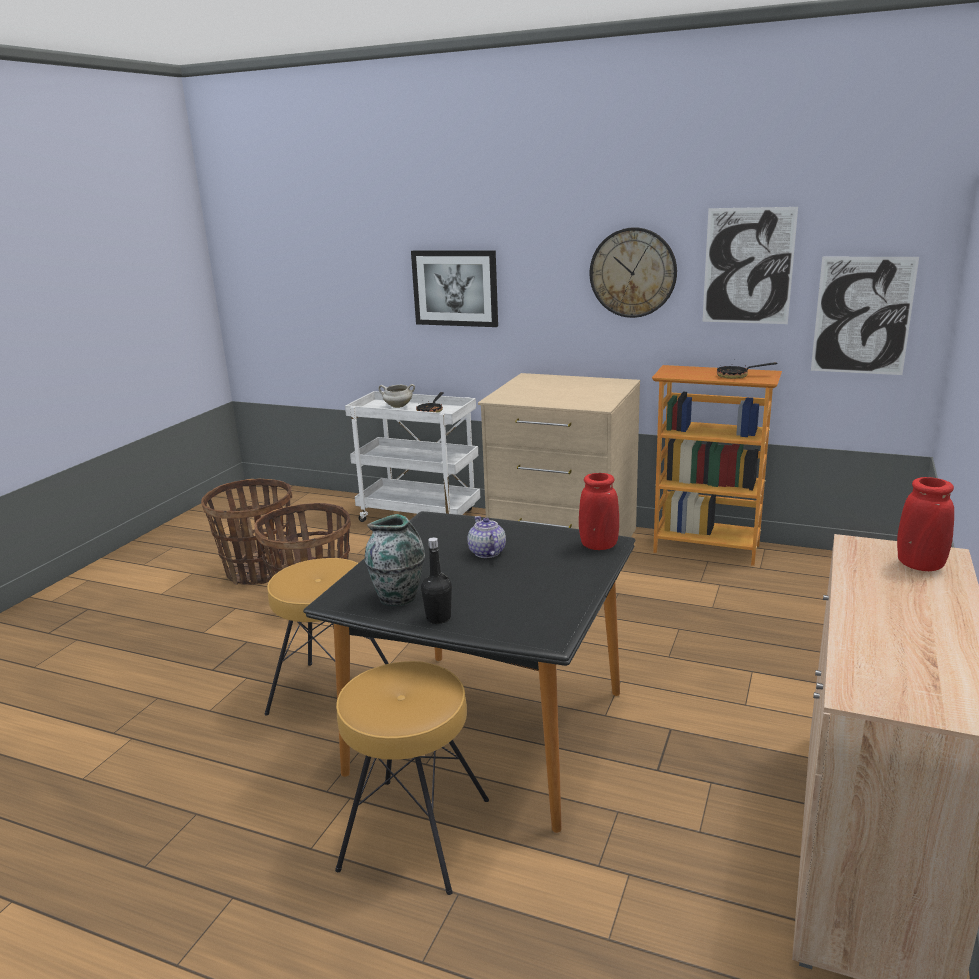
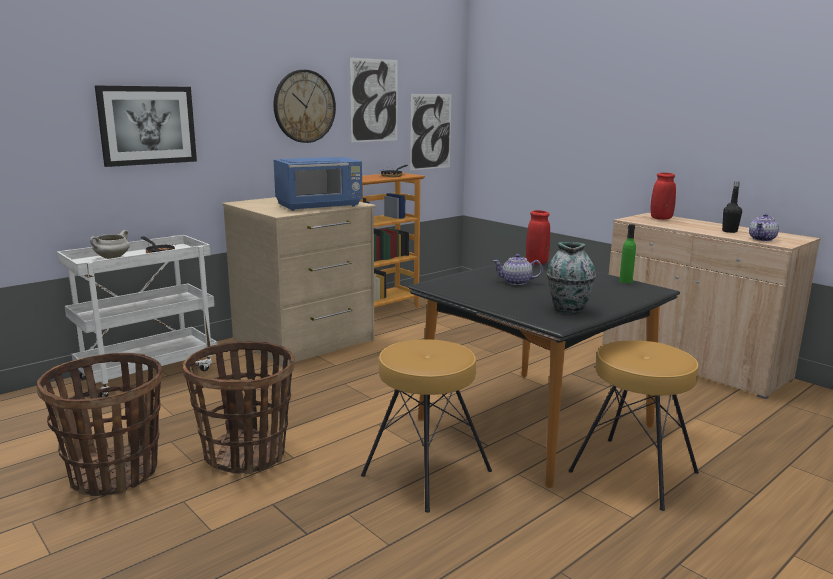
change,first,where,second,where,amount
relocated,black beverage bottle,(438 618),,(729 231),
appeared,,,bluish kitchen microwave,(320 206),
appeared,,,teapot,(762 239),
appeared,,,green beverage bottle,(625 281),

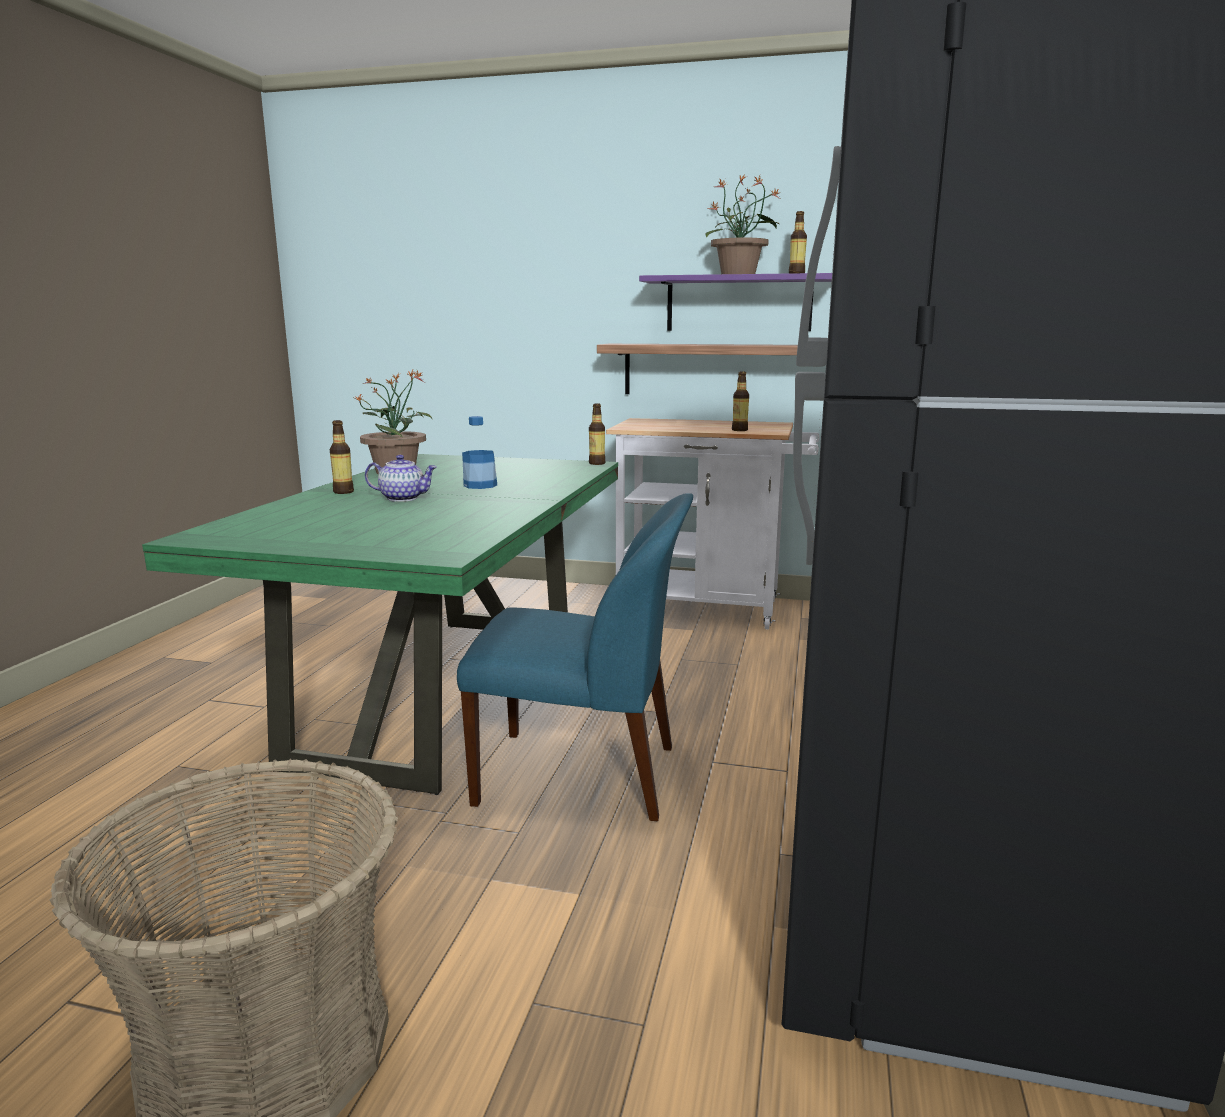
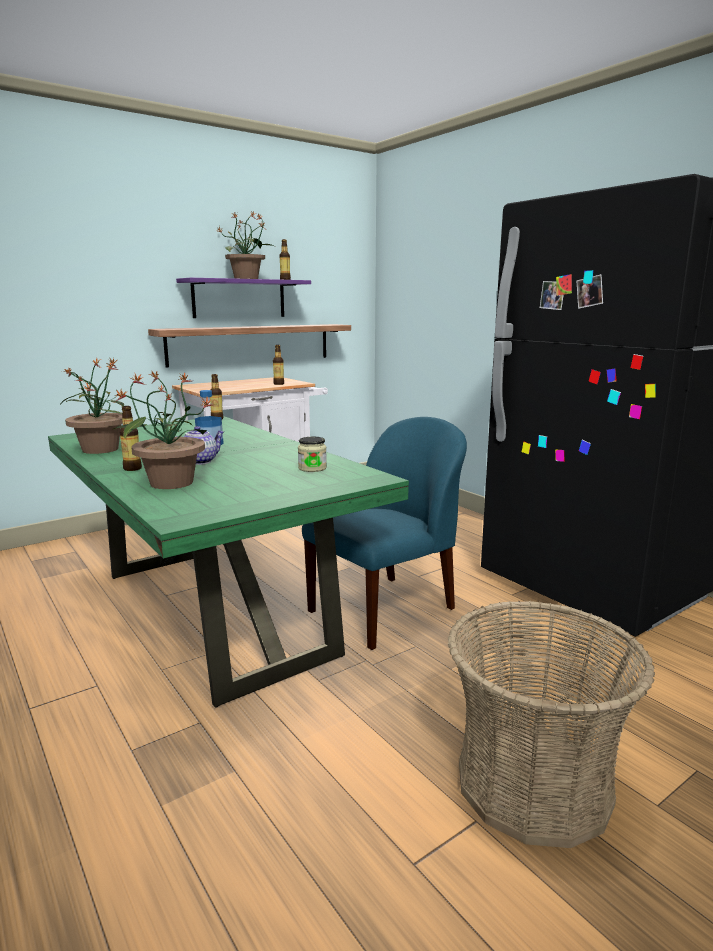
change,first,where,second,where,amount
appeared,,,plant in a pot,(170 483),
appeared,,,storage jar,(312 468),

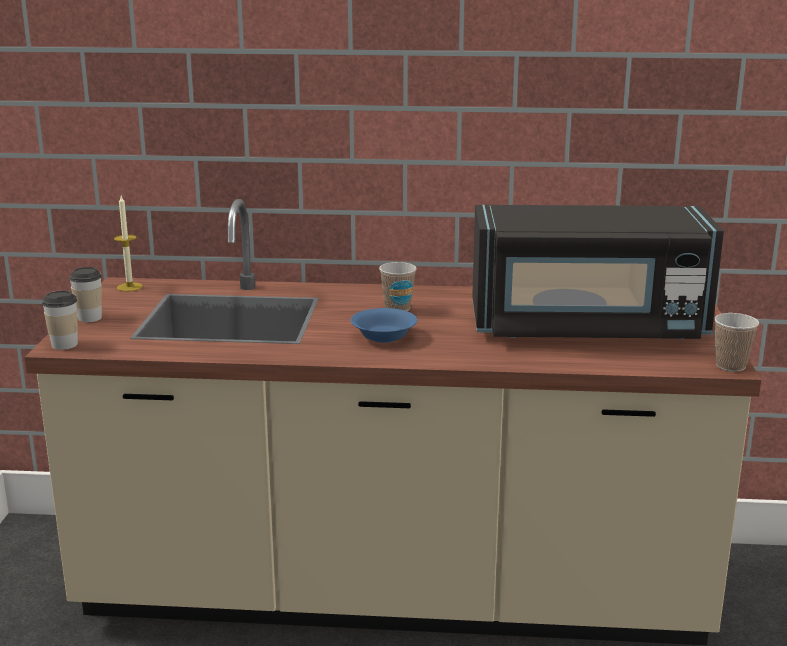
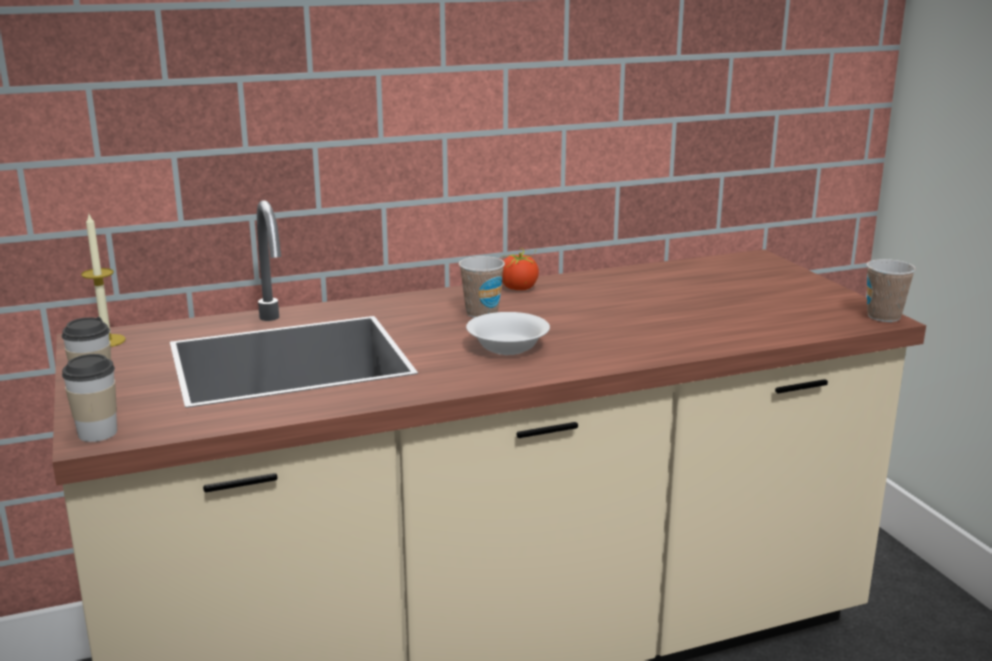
change,first,where,second,where,amount
missing,black kitchen microwave,(587 328),,,
colour,bluish deep dish,(383 337),white deep dish,(507 348),
appeared,,,fresh tomato,(519 288),

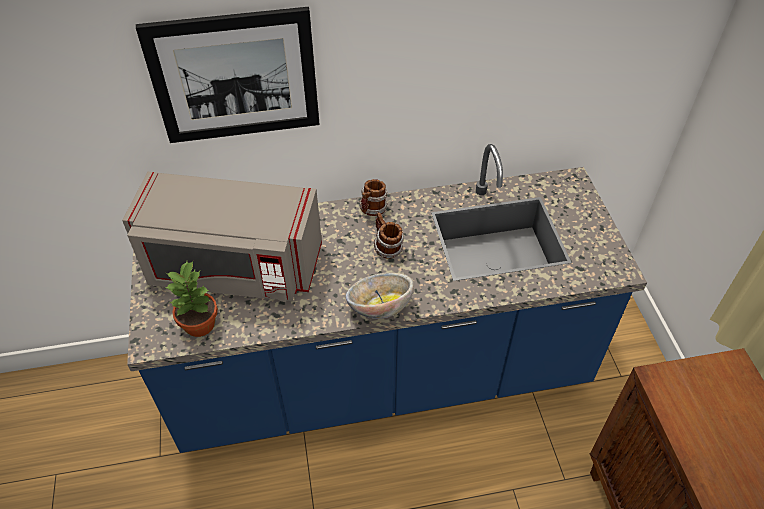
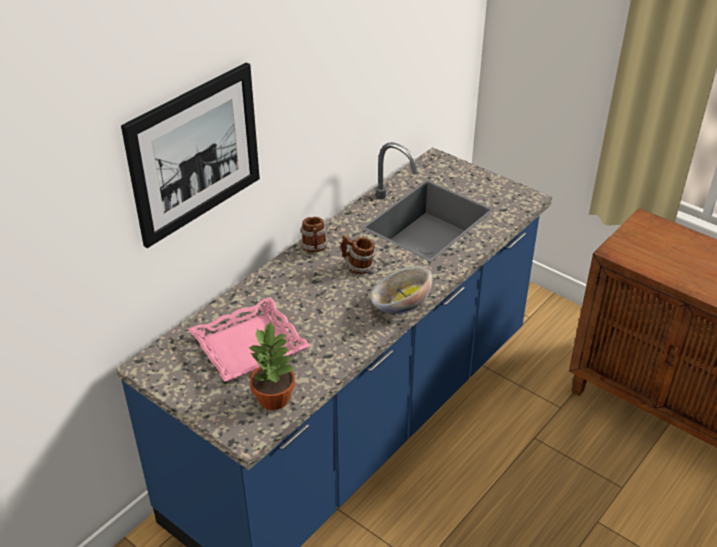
change,first,where,second,where,amount
exchanged,greyish kitchen microwave,(233 267),pink-coloured tray,(249 345),

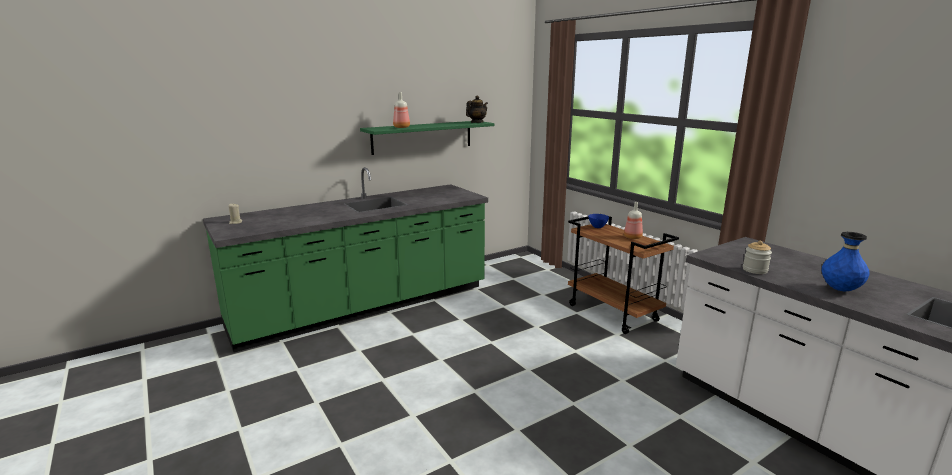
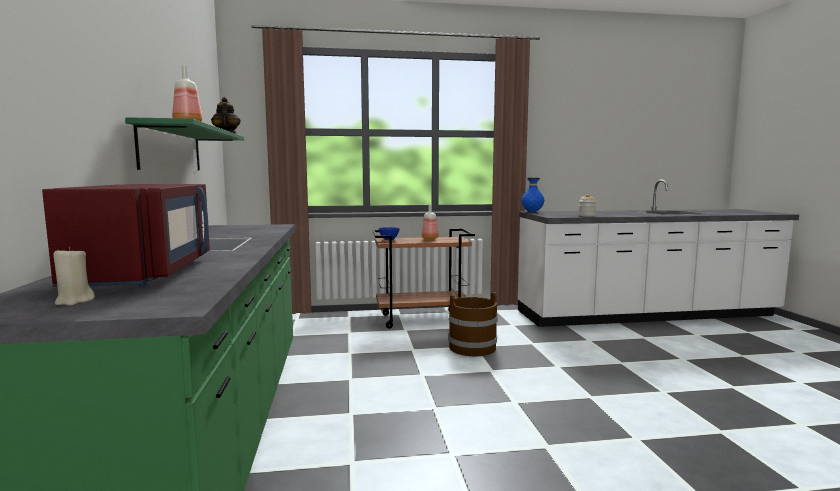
change,first,where,second,where,amount
relocated,bluish decorative vase,(840 290),,(532 212),
appeared,,,red-coloured kitchen microwave,(148 273),
appeared,,,brown-coloured pail,(472 347),

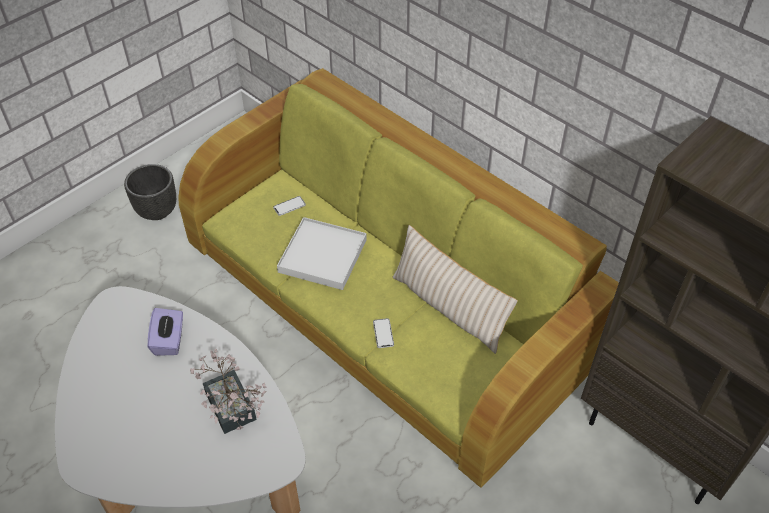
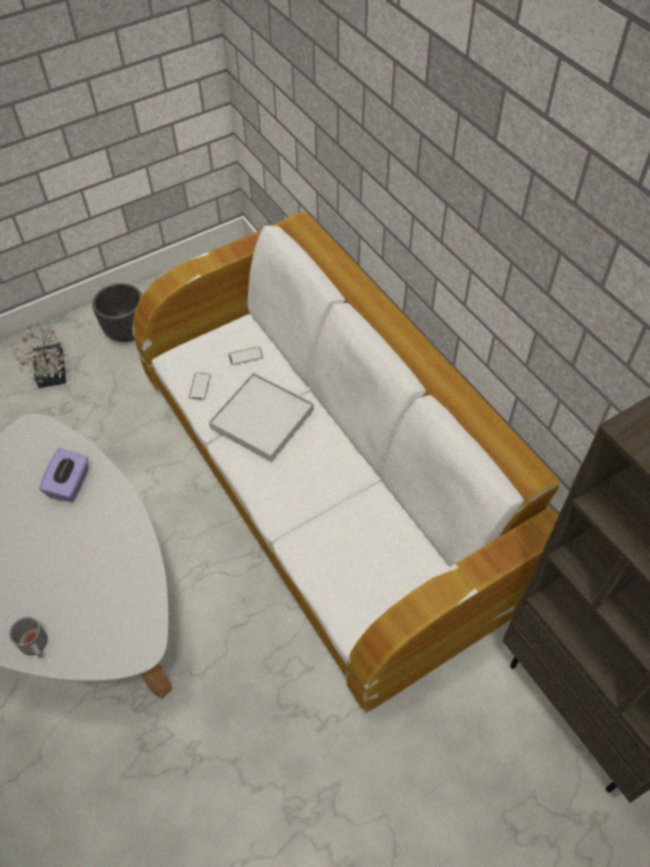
change,first,where,second,where,amount
colour,green couch,(385 306),white couch,(326 482),
missing,beige pillow,(449 308),,,
relocated,phone,(383 333),,(200 386),
relocated,plant in a pot,(232 412),,(51 375),
appeared,,,greyish tea mug,(36 646),

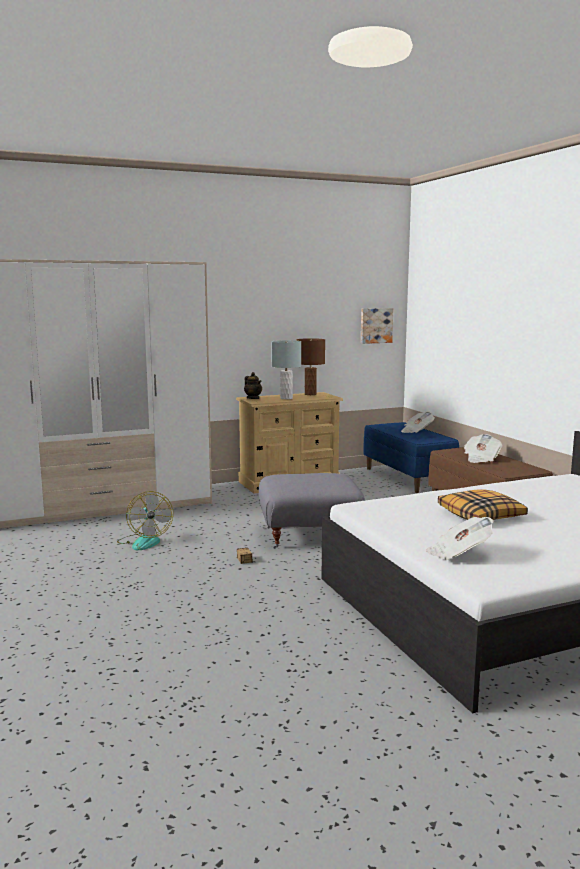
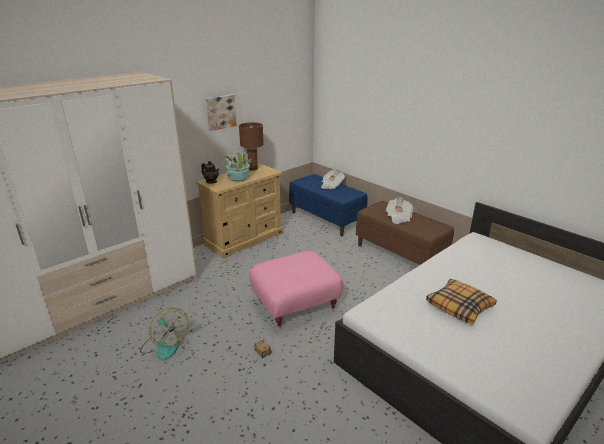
change,first,where,second,where,amount
relocated,picture,(375 325),,(220 112),
exchanged,greyish lamp for a table,(286 398),plant in a pot,(238 178),
colour,greyish pouffe,(310 535),pink-coloured pouffe,(295 306),
missing,newspaper,(458 554),,,

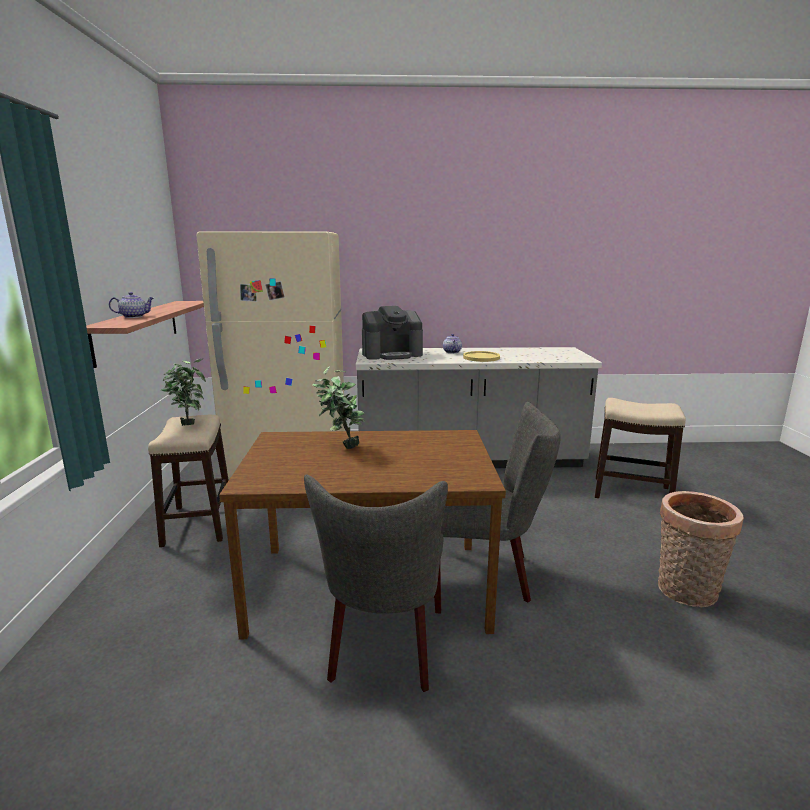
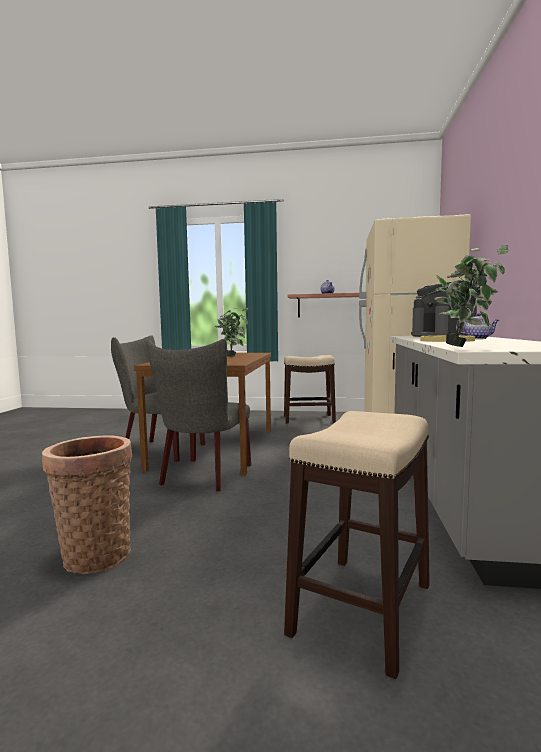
change,first,where,second,where,amount
relocated,plant in a pot,(188 423),,(467 346),

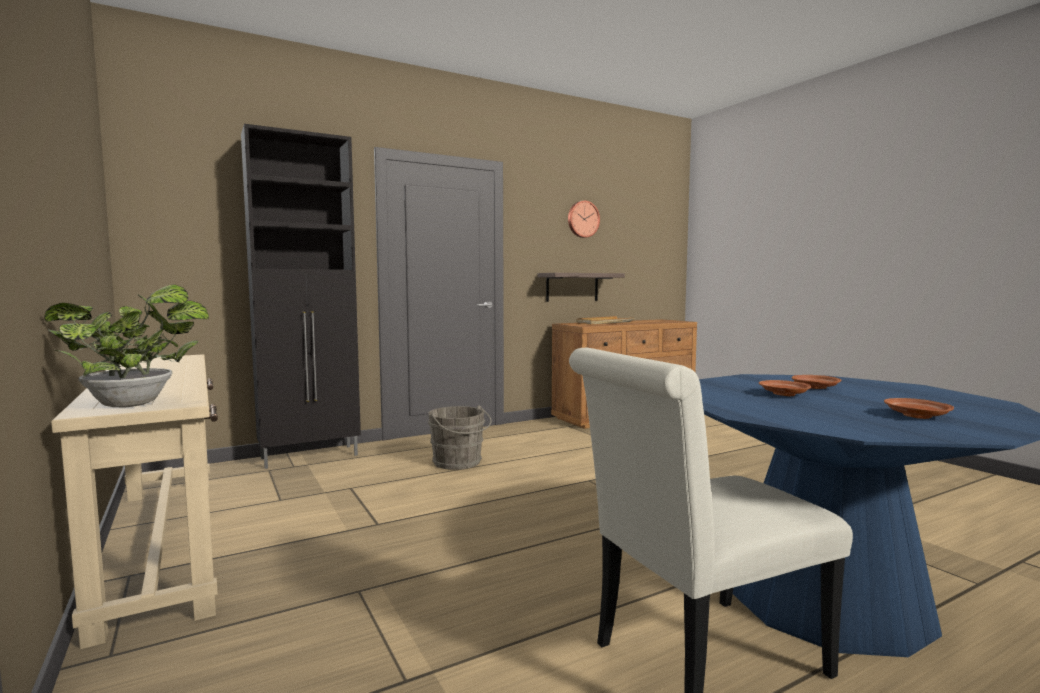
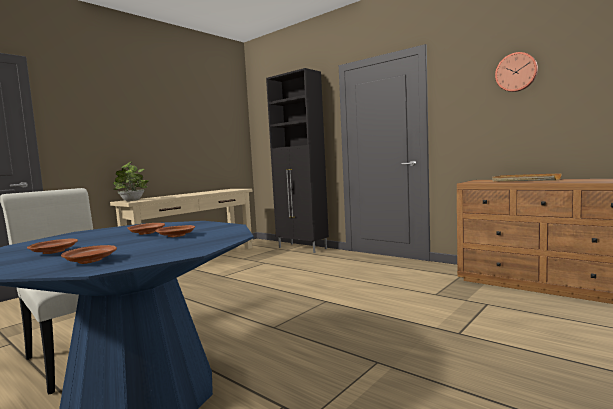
change,first,where,second,where,amount
missing,bracket shelf,(572 287),,,
missing,greyish pail,(458 463),,,
appeared,,,brown-coloured dinner plate,(90 261),

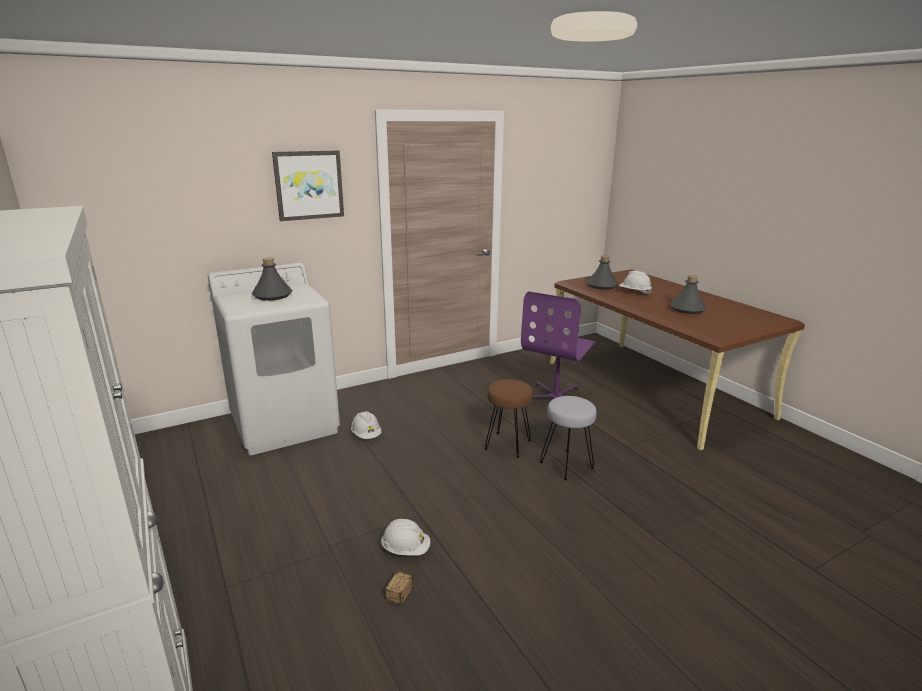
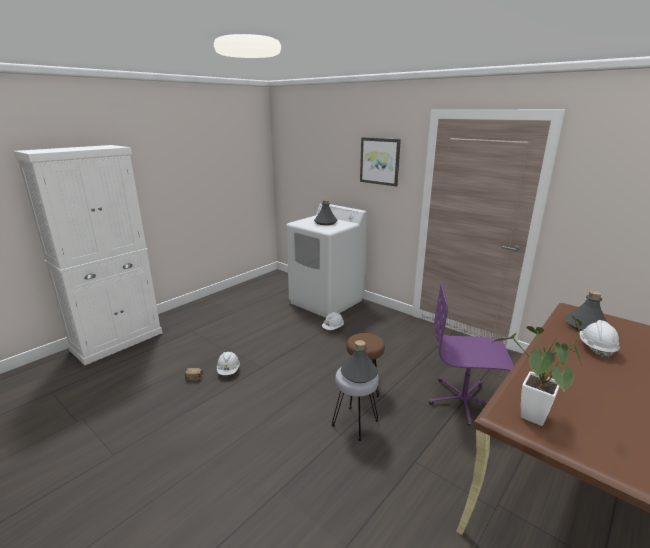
change,first,where,second,where,amount
relocated,greyish beverage bottle,(687 309),,(358 374),
appeared,,,plant in a pot,(531 420),

